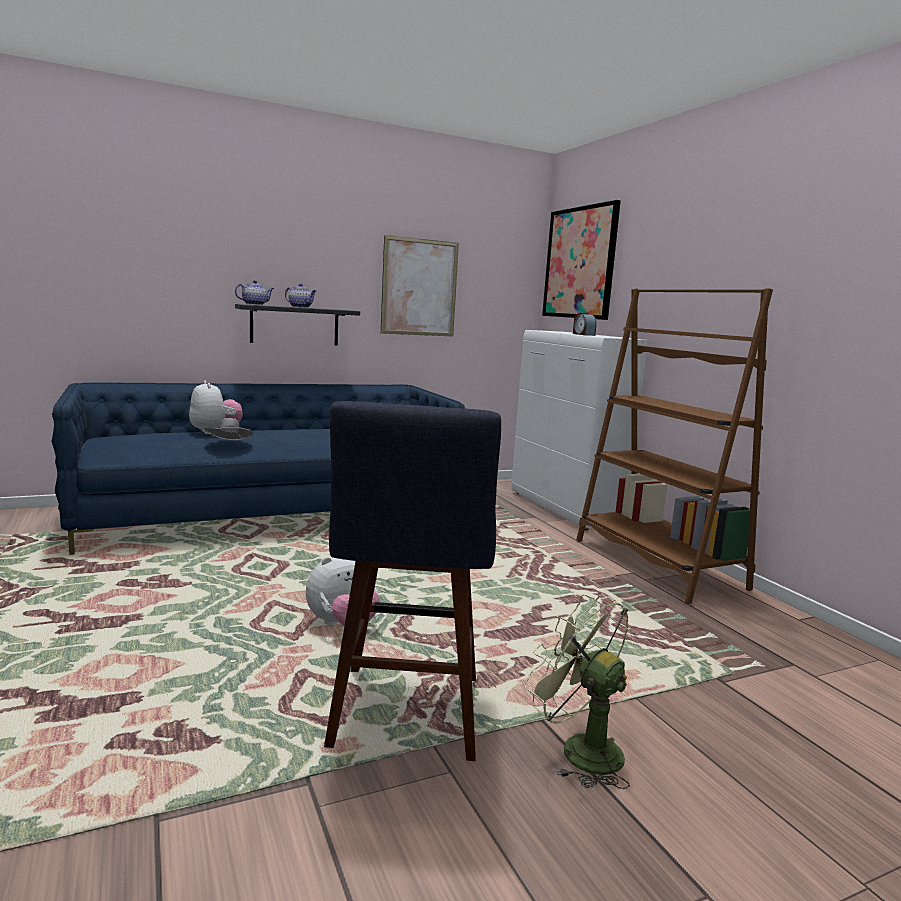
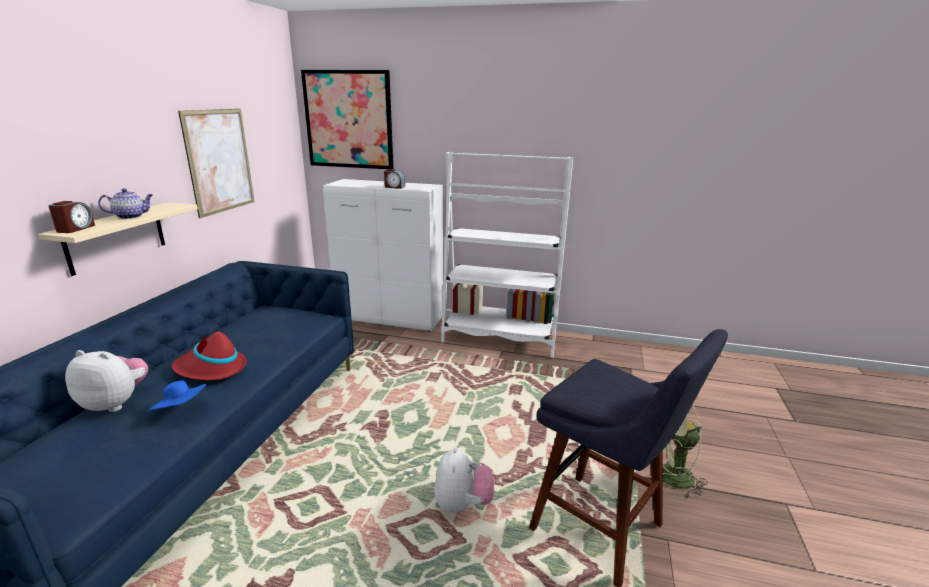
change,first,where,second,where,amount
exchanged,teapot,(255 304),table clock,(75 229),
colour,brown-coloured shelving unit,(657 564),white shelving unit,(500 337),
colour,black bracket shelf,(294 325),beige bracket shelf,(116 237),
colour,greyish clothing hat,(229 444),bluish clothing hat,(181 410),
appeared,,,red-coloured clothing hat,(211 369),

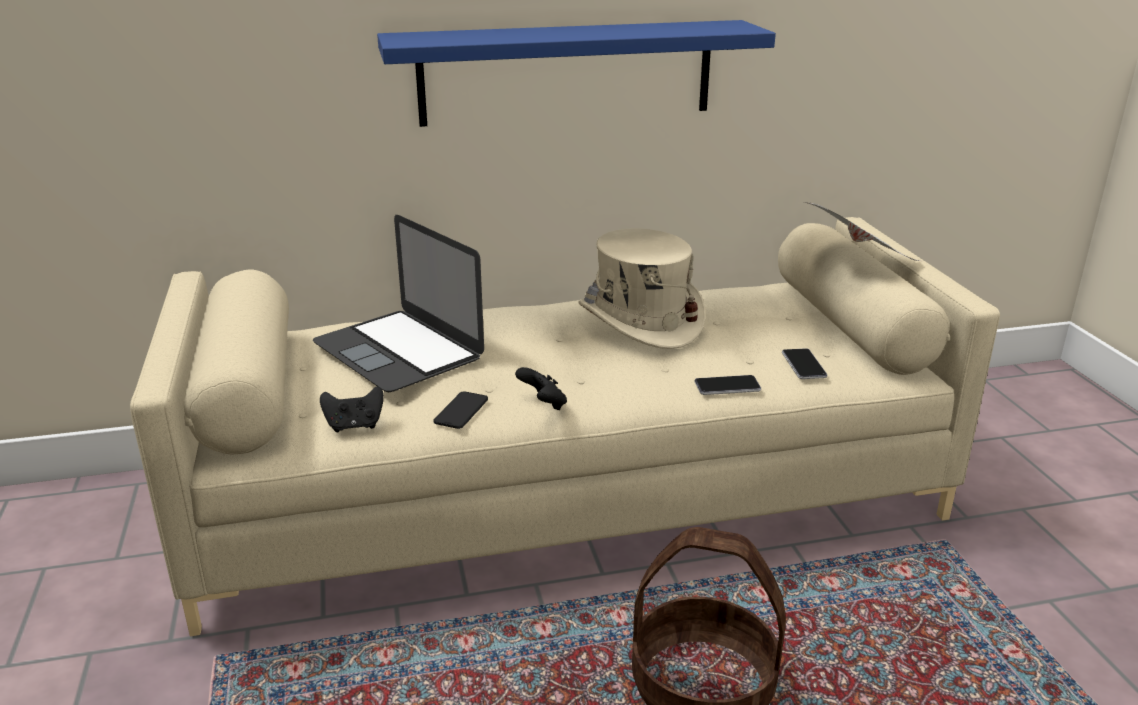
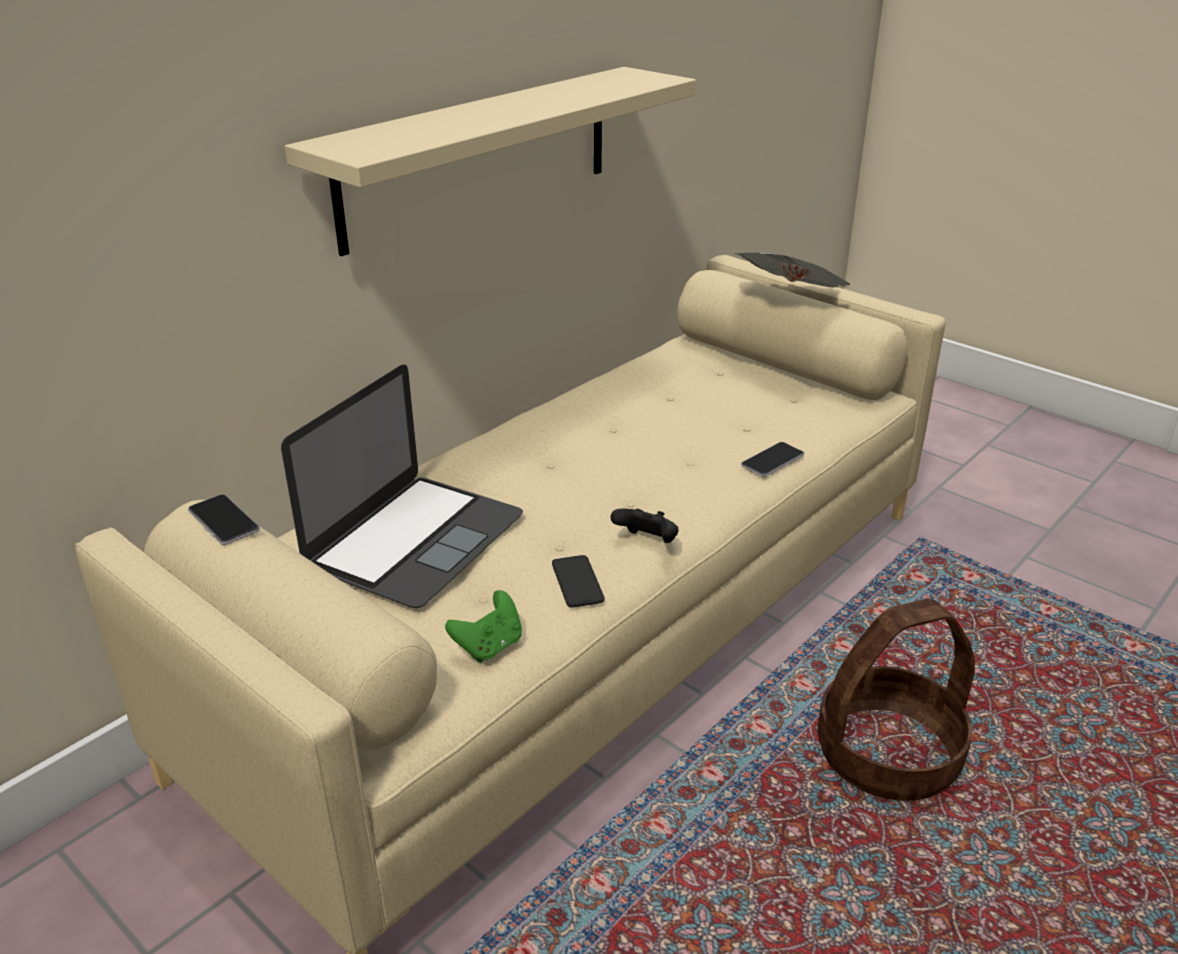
change,first,where,second,where,amount
colour,bluish bracket shelf,(566 72),beige bracket shelf,(479 156),
spun,portable computer,(398 350),,(415 539),75 degrees counterclockwise
missing,beige clothing hat,(640 321),,,
relocated,phone,(803 365),,(223 521),
colour,black game controller,(354 426),green game controller,(489 646),

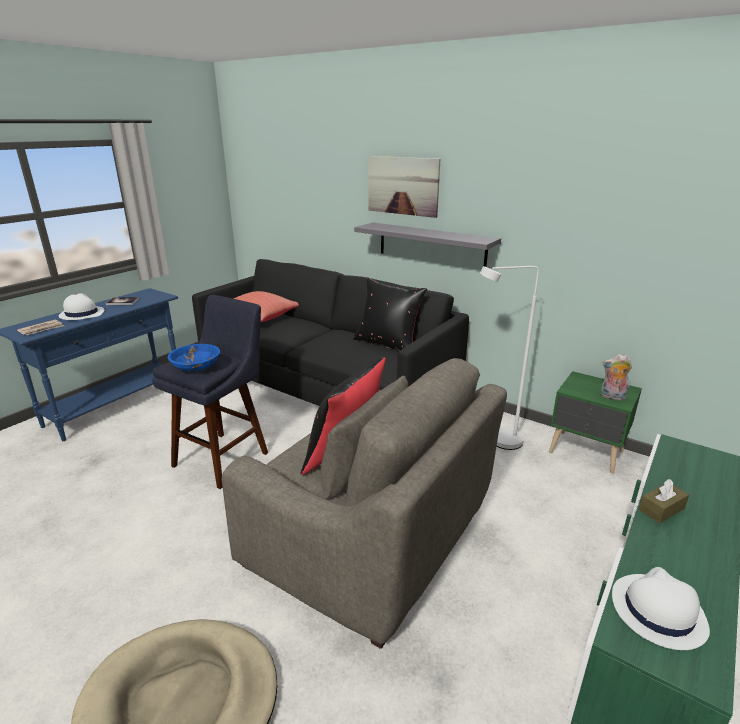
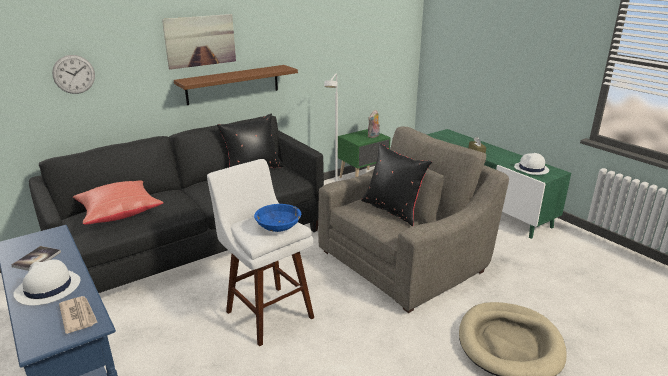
change,first,where,second,where,amount
colour,greyish bracket shelf,(431 245),brown-coloured bracket shelf,(233 84),
colour,bluish sitting stool,(225 456),white sitting stool,(266 311),
appeared,,,hanging clock,(74 74),

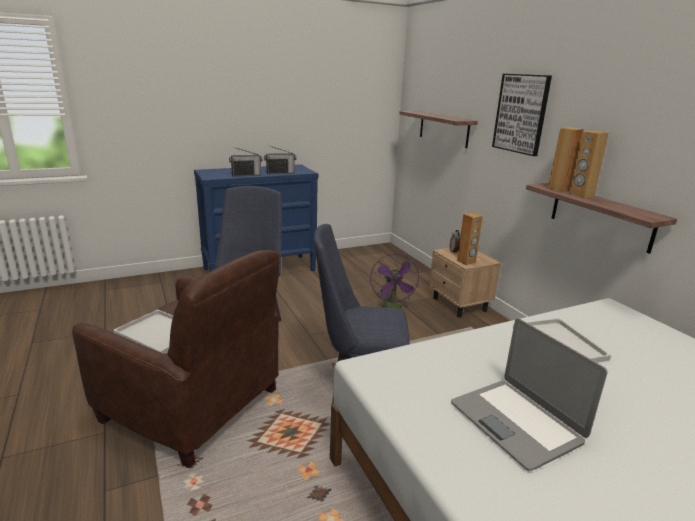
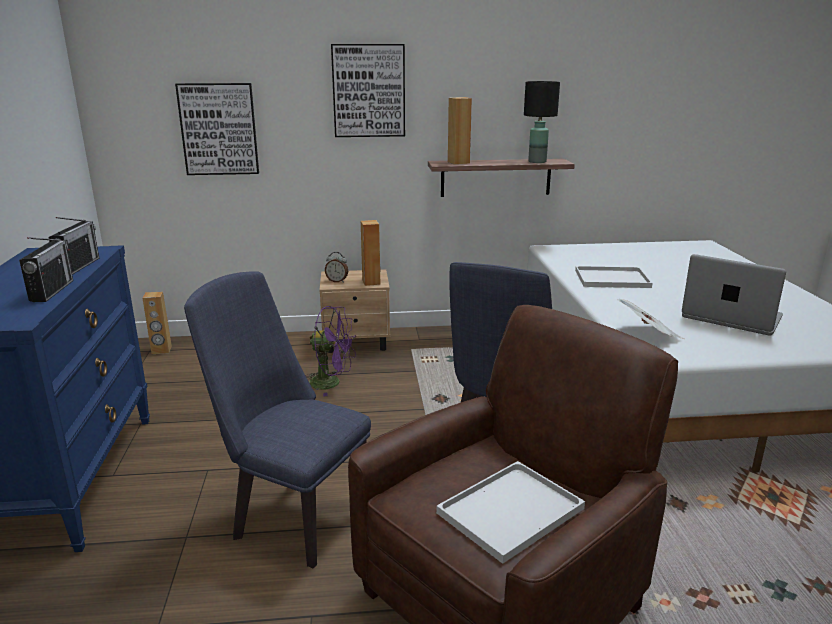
change,first,where,second,where,amount
exchanged,bracket shelf,(443 128),picture,(219 129),
relocated,brown-coloured loudspeaker,(581 195),,(161 350),
spun,portable computer,(516 422),,(731 318),135 degrees counterclockwise
appeared,,,black lamp for a table,(536 161),
appeared,,,newspaper,(648 335),

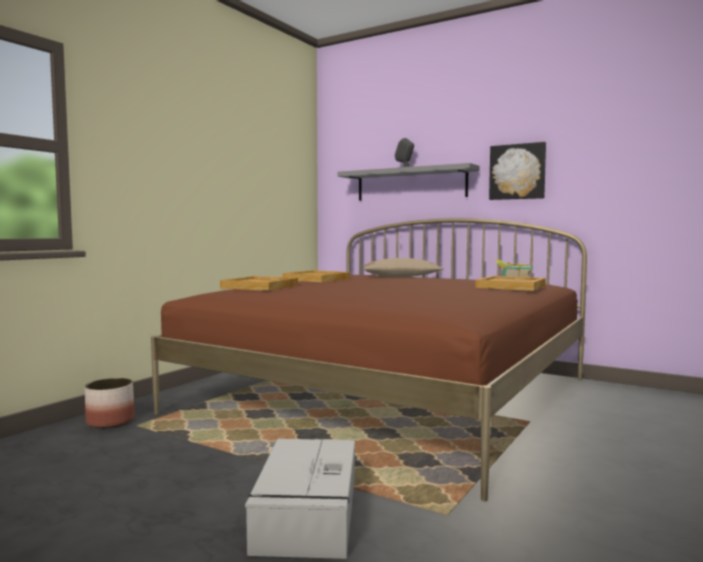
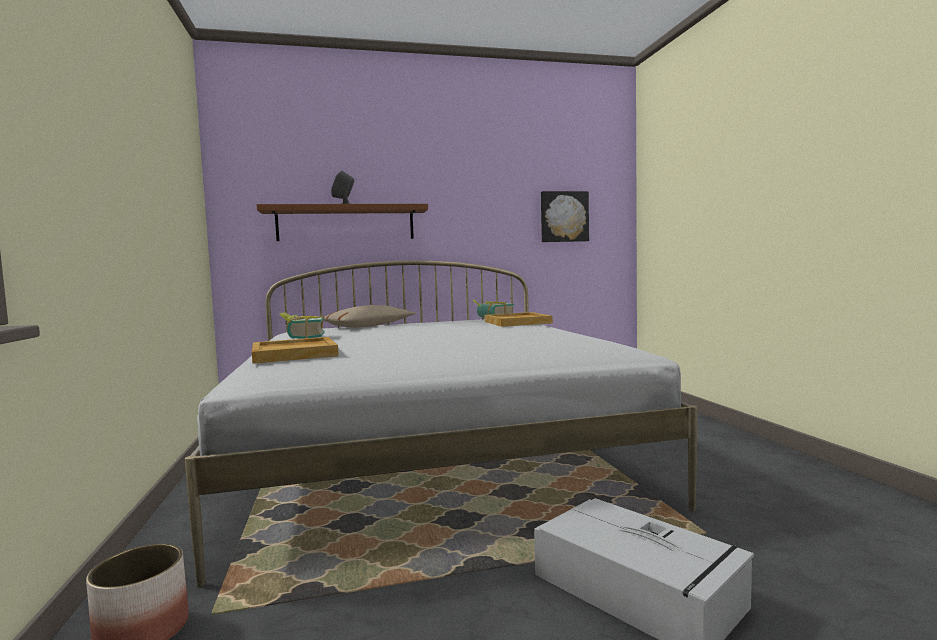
change,first,where,second,where,amount
relocated,picture,(517 172),,(564 217),
colour,greyish bracket shelf,(410 184),brown-coloured bracket shelf,(346 223),
colour,brown-coloured bed,(390 395),white bed,(430 455),
exchanged,beige tray,(317 279),bound book,(302 338),

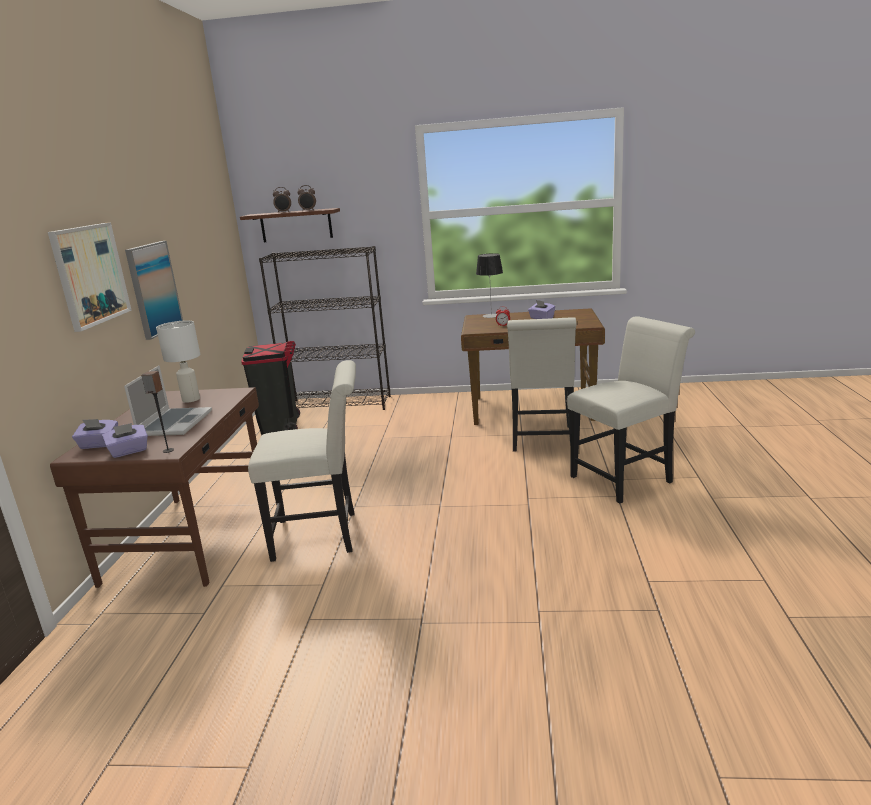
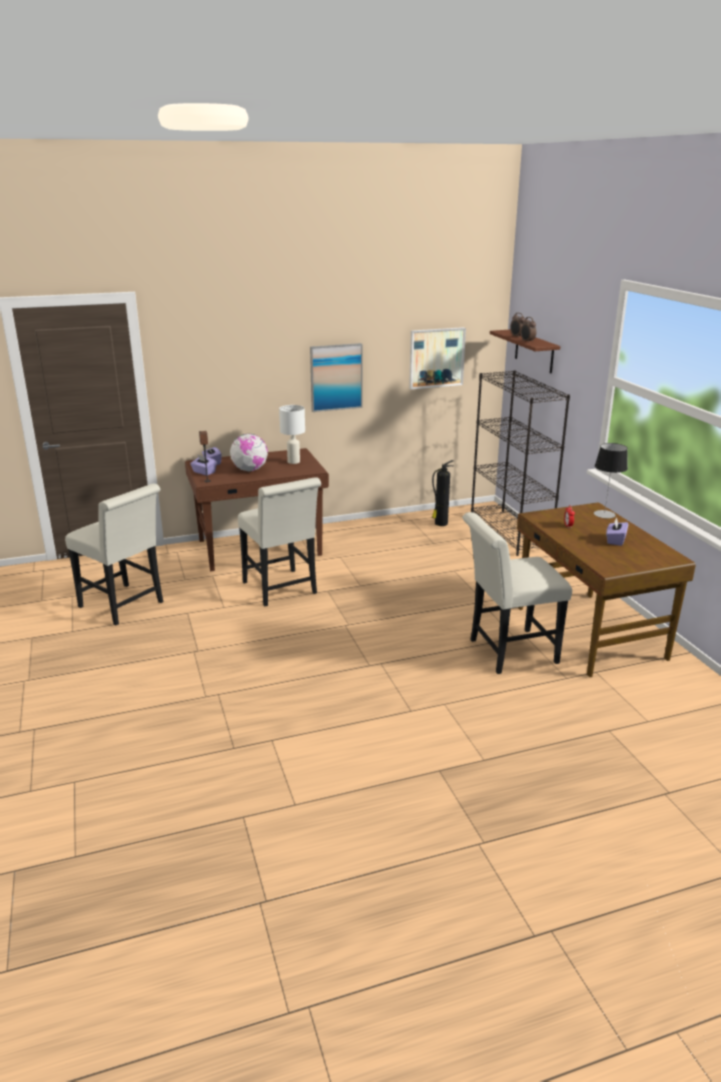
change,first,where,second,where,amount
relocated,picture,(90 275),,(436 358),
relocated,white chair,(626 477),,(125 606),
exchanged,black waste bin,(280 428),fire extinguisher,(440 524),
exchanged,portable computer,(175 423),desk globe,(250 470),

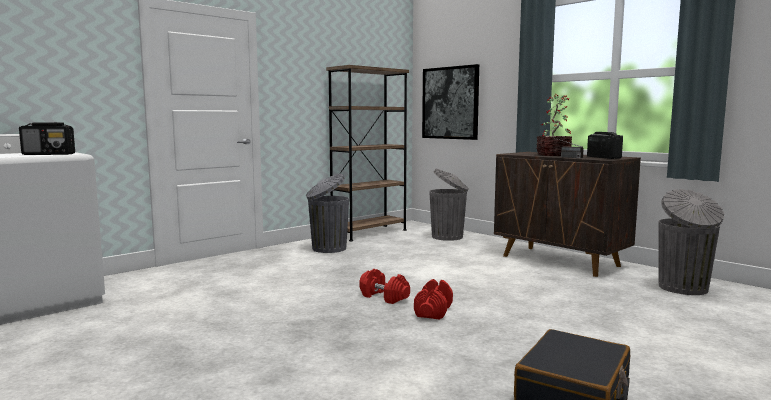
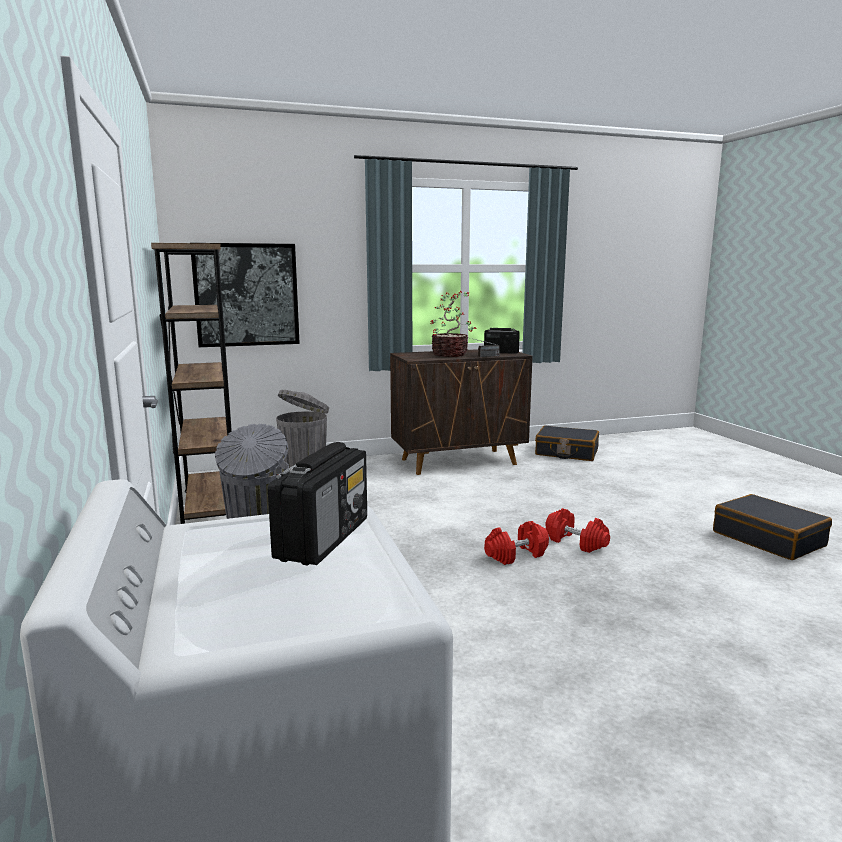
change,first,where,second,where,amount
exchanged,greyish waste bin,(684 288),black piece of luggage,(566 452),

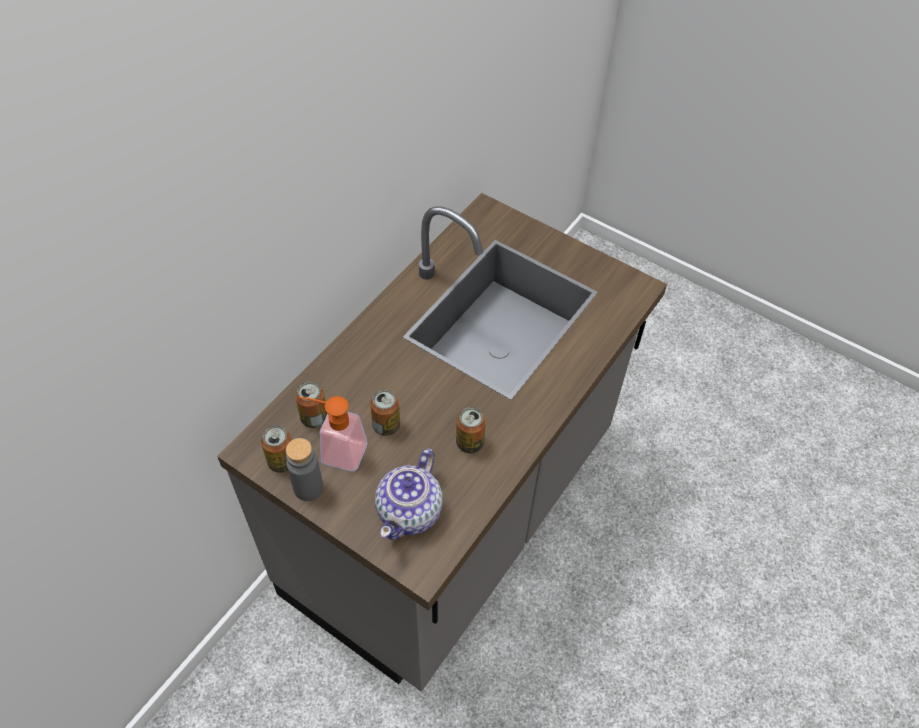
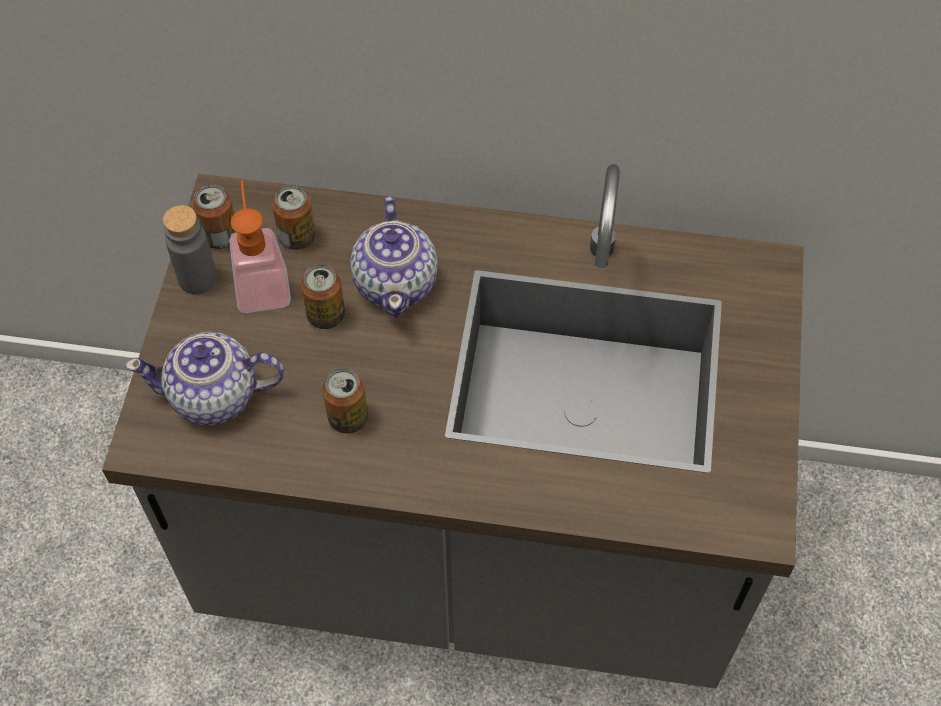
change,first,where,second,where,amount
appeared,,,teapot,(396 282),

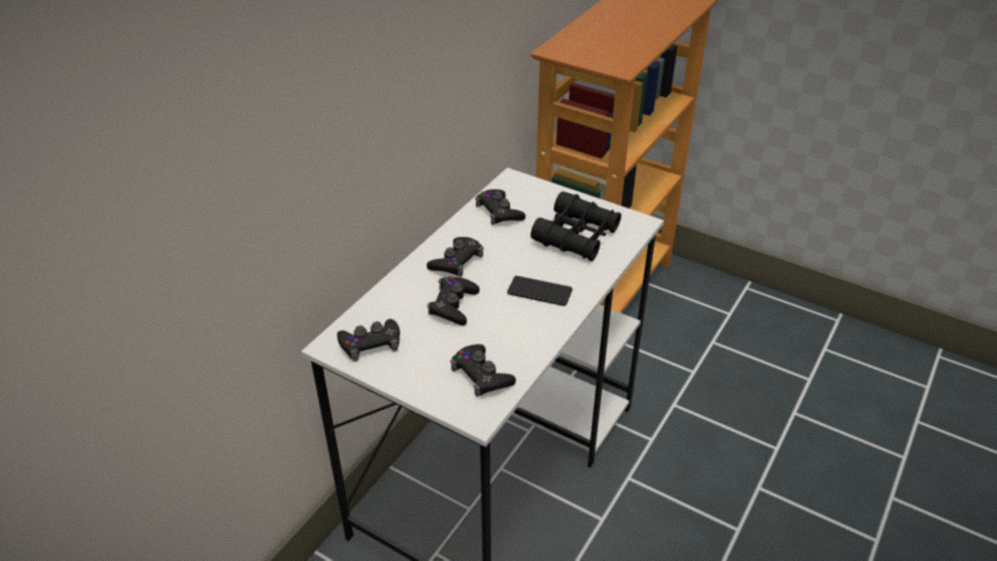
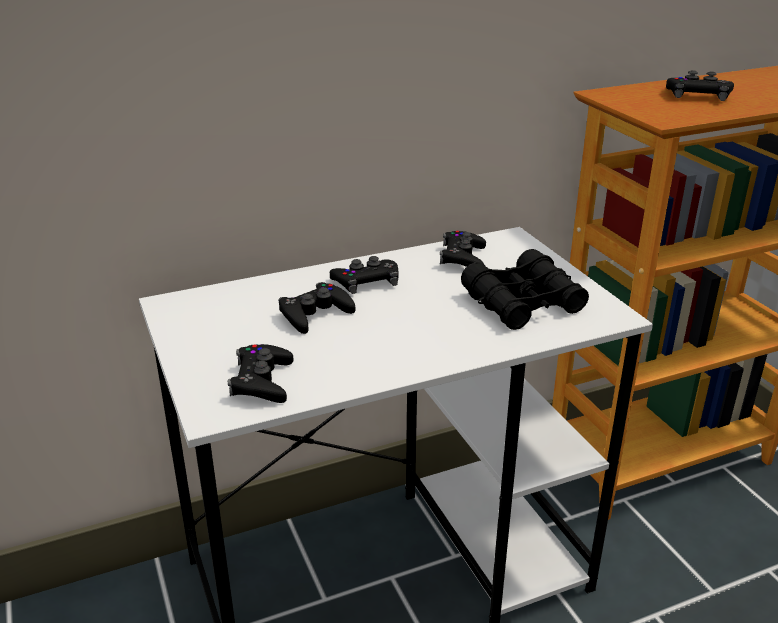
change,first,where,second,where,amount
missing,phone,(539 292),,,
relocated,black game controller,(370 344),,(698 96),

